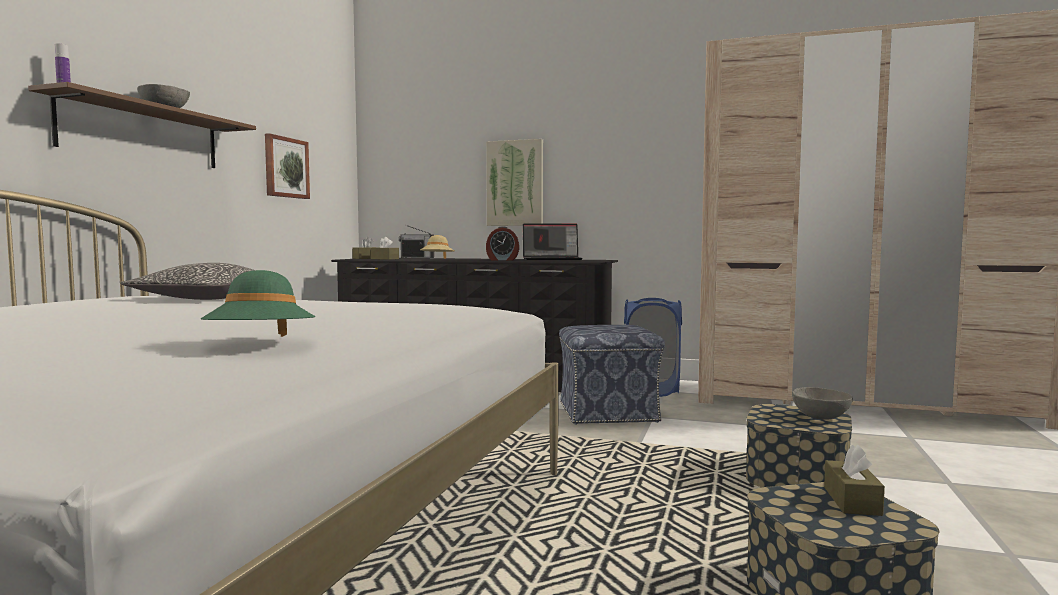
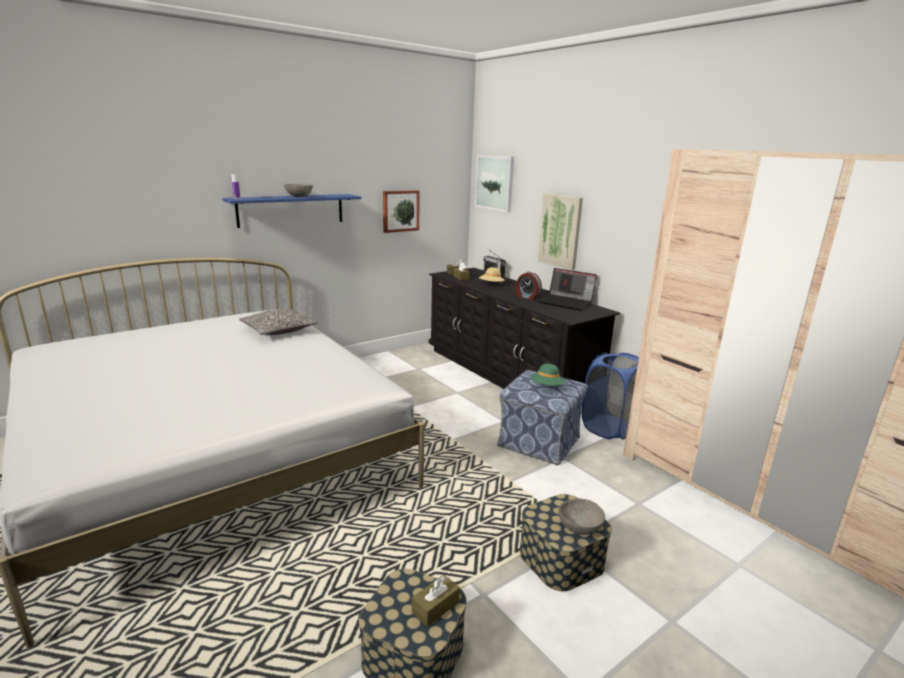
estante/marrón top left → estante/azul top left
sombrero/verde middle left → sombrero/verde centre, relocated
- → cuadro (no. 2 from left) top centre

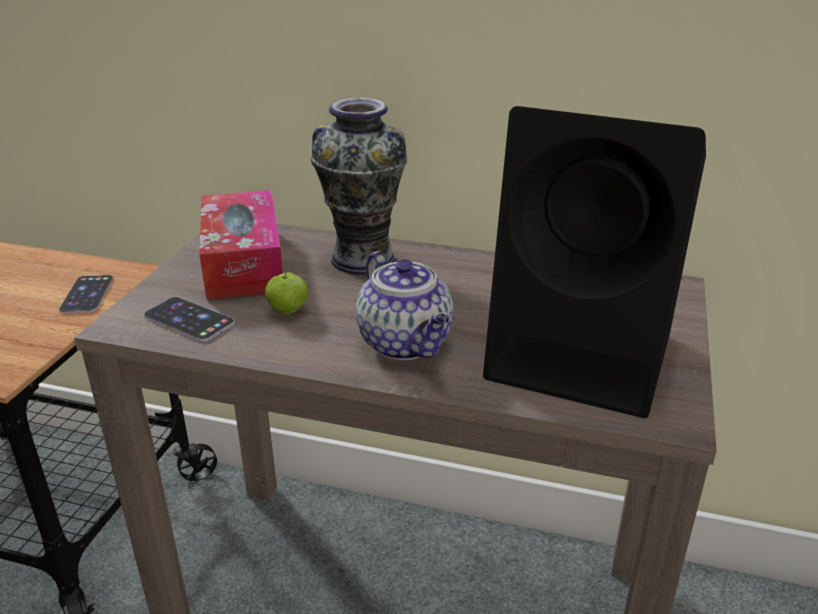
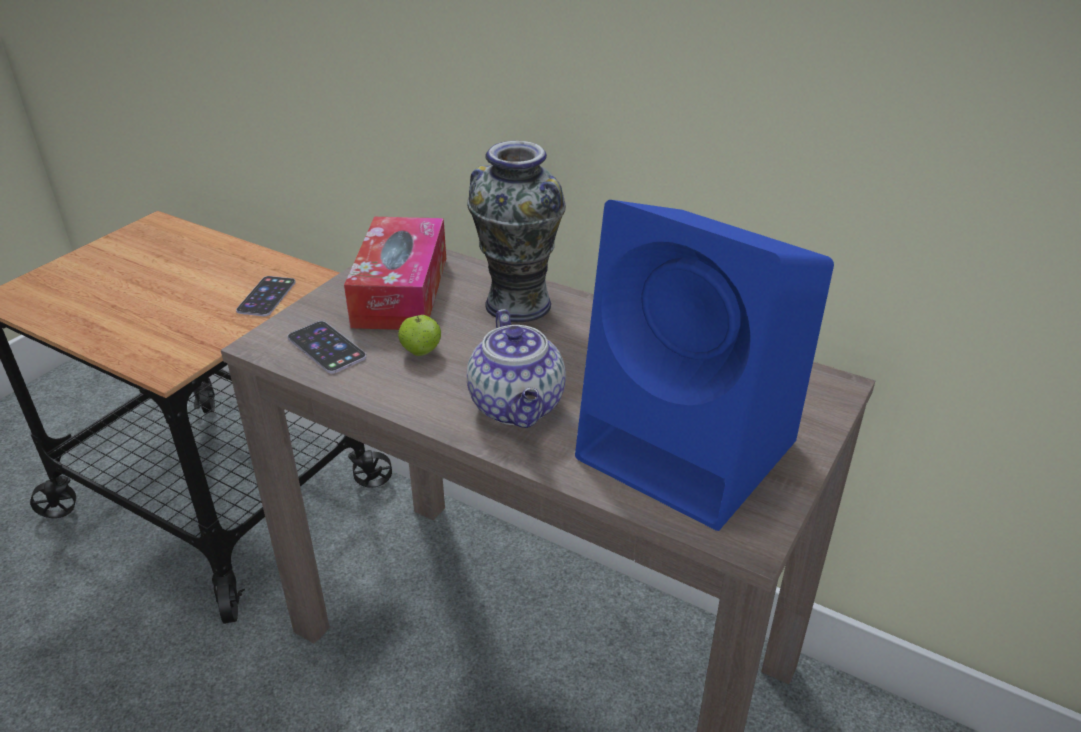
altavoz/negro middle right → altavoz/azul centre

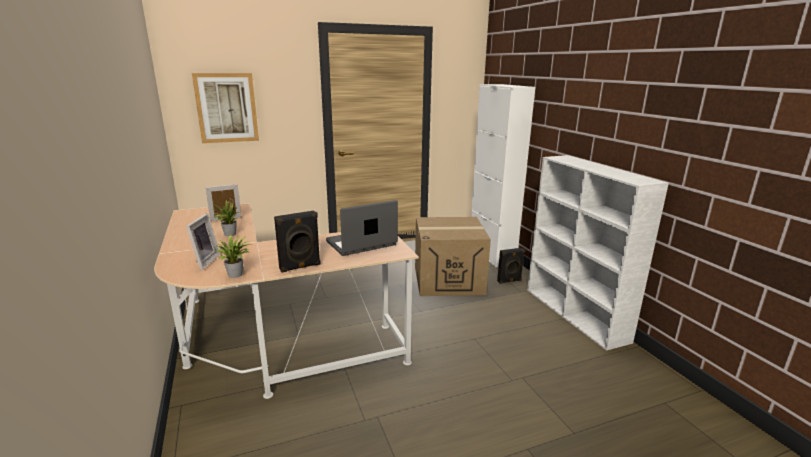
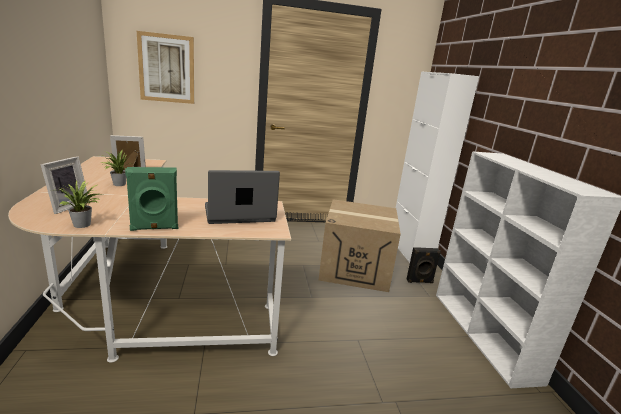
altavoz/negro (no. 1 from left) centre → altavoz/verde middle left

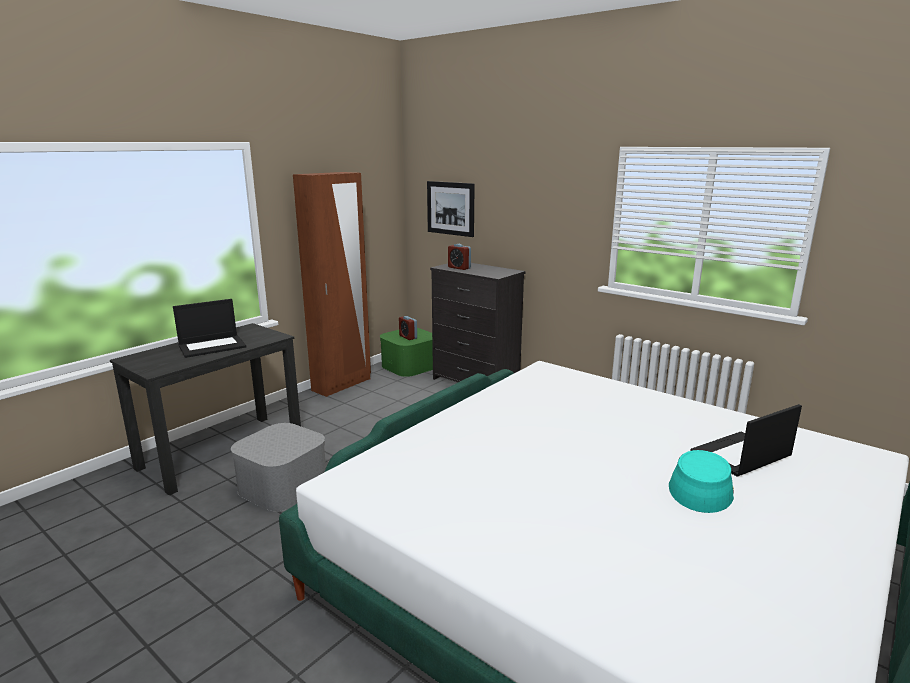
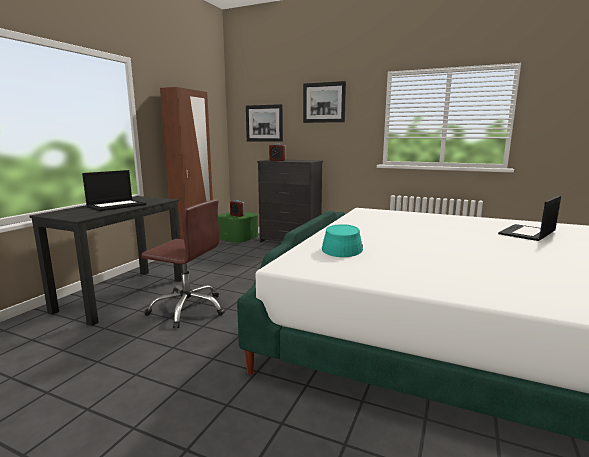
caja de almacenaje/gris bottom left → silla de oficina/marrón middle left
sombrero/turquesa bottom right → sombrero/turquesa centre, relocated
- → cuadro (no. 2 from left) top centre

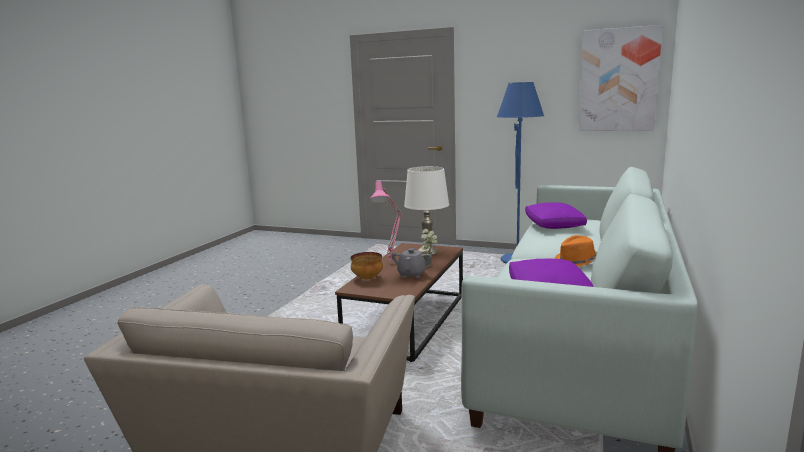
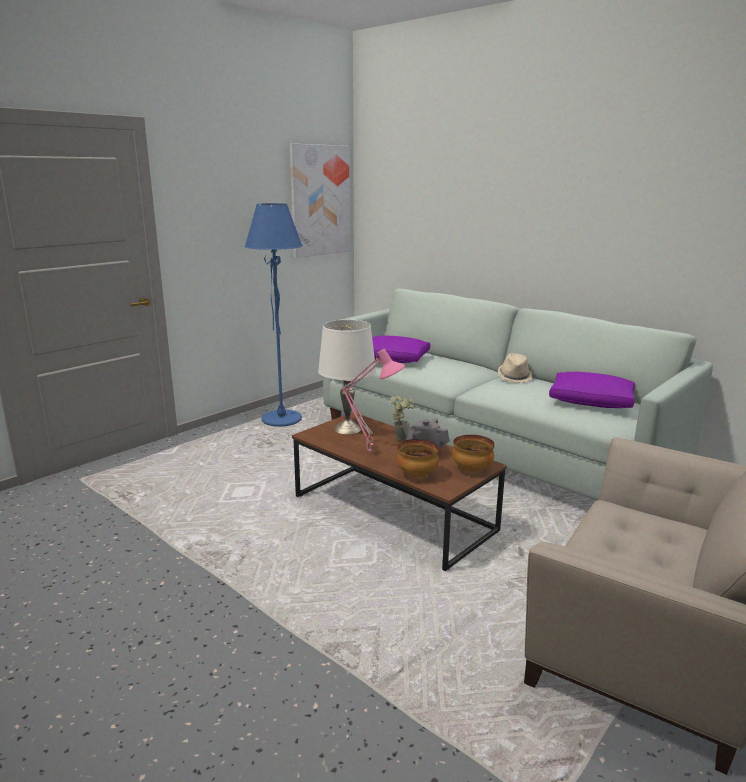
sombrero/naranja middle right → sombrero/beis middle right
- → cuenco (no. 2 from left) centre

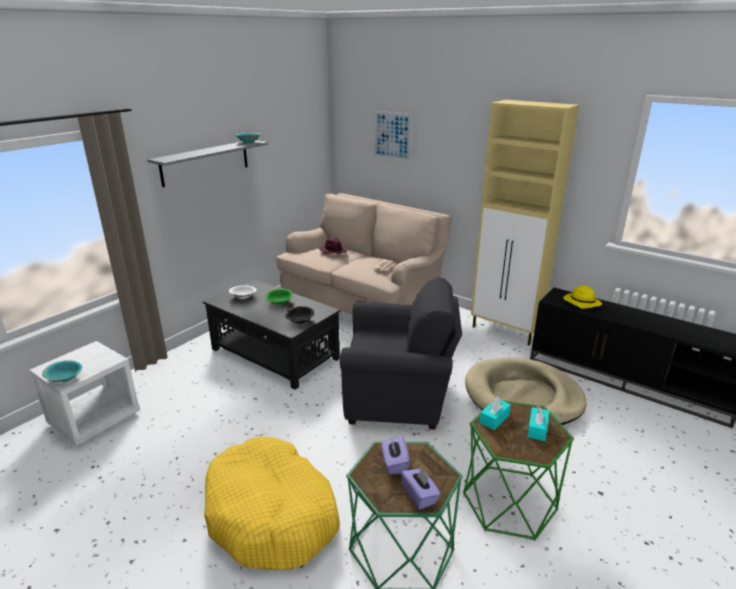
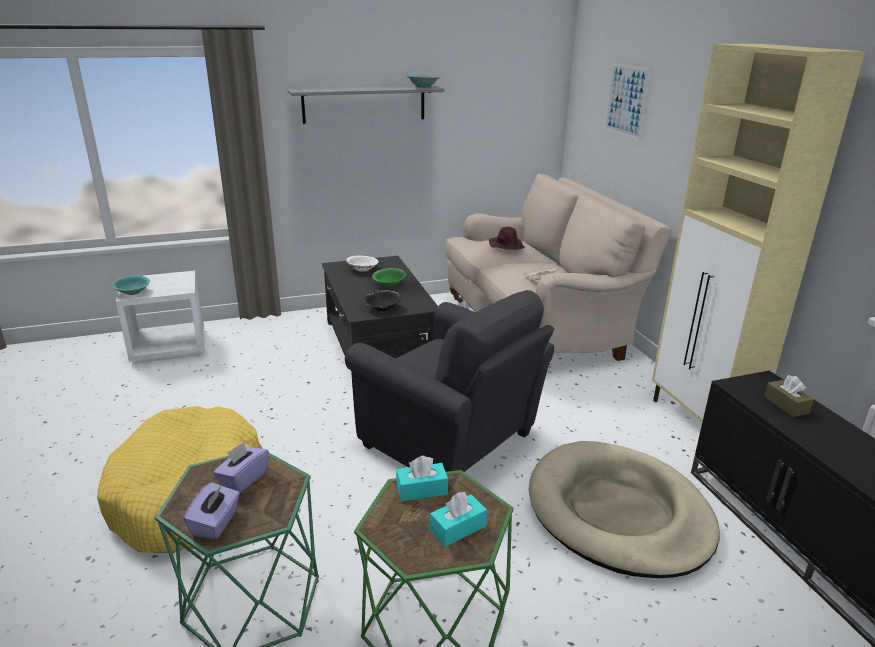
sombrero/amarillo middle right → caja de pañuelos/marrón middle right

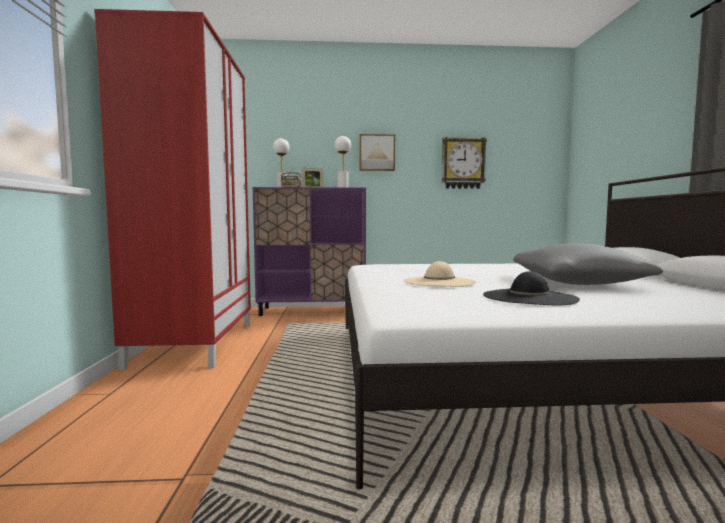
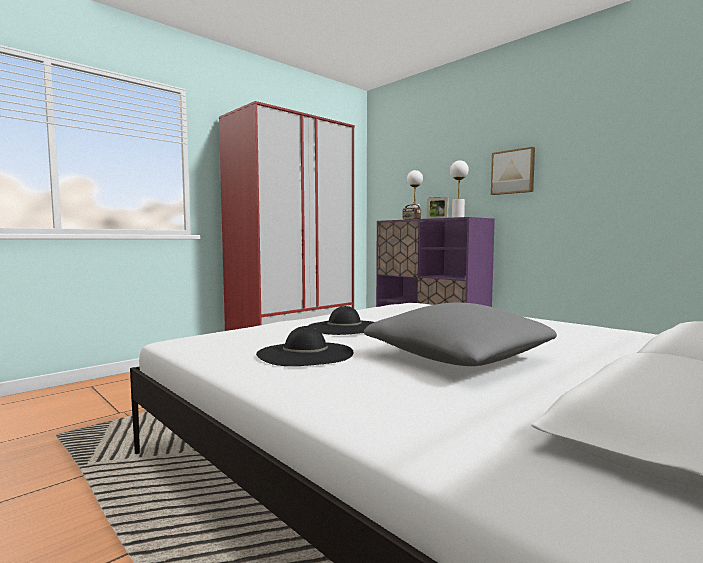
reloj de pared top centre → -
sombrero/beis centre → sombrero/negro (no. 2 from left) centre

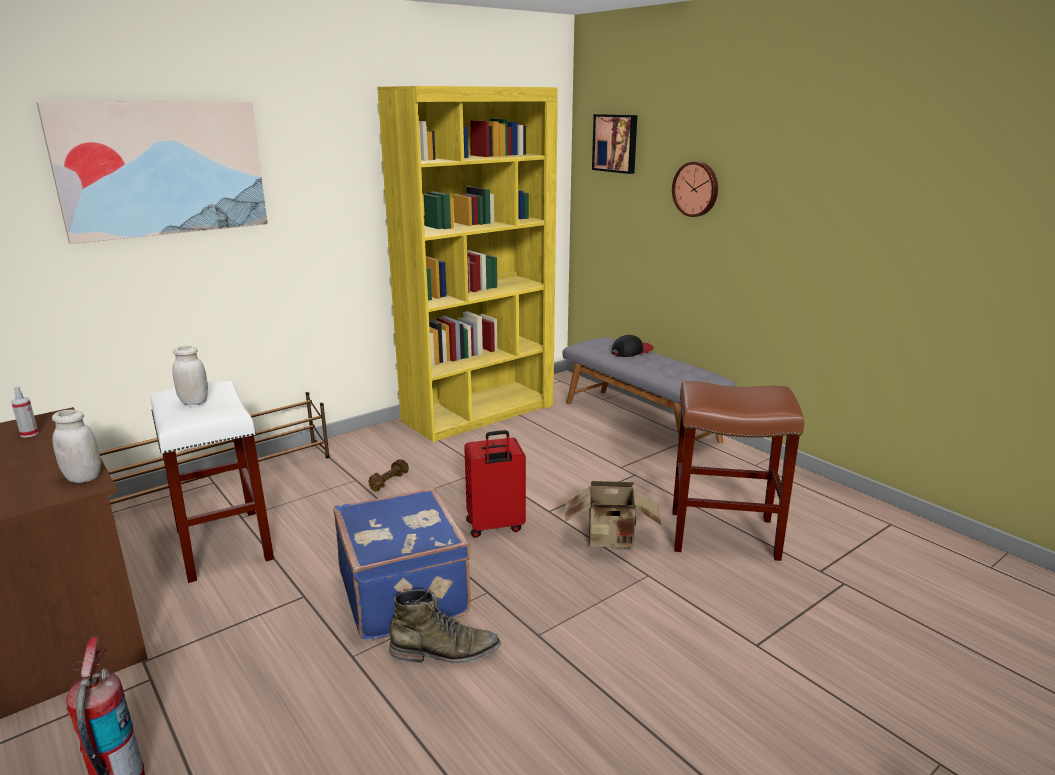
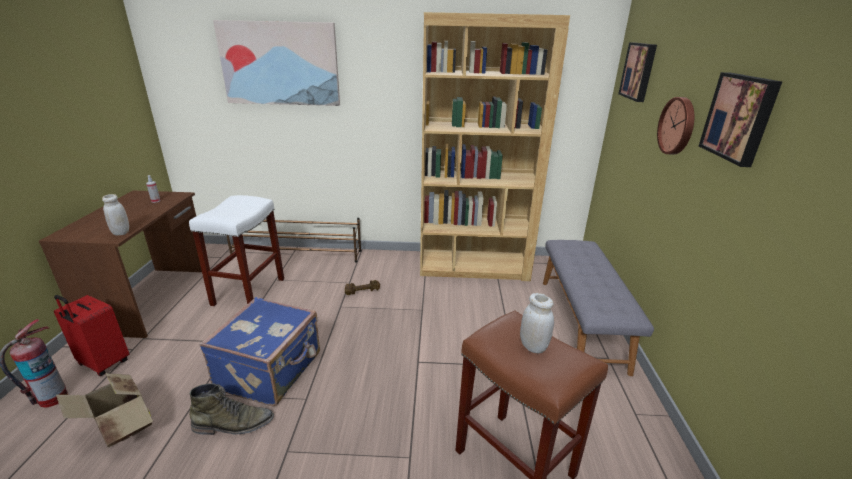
estantería/amarillo centre → estantería/marrón top centre
gorra centre → -
tarro/blanco (no. 2 from left) middle left → tarro/blanco (no. 2 from left) bottom centre, relocated
maleta/rojo centre → maleta/rojo bottom left, relocated
caja de cartón centre → caja de cartón bottom left, relocated
bota/verde bottom centre → bota/verde bottom left, 45 degrees counterclockwise
- → cuadro (no. 3 from left) top right

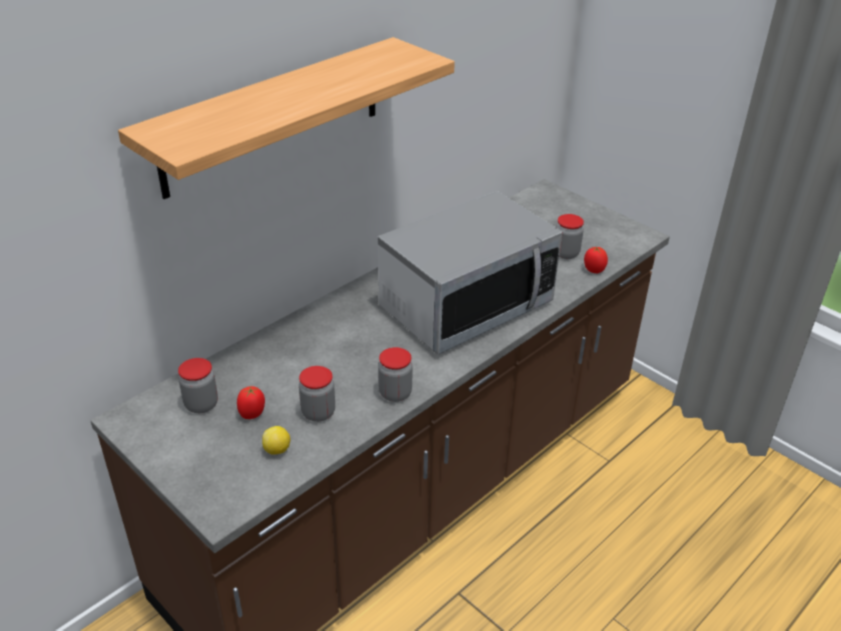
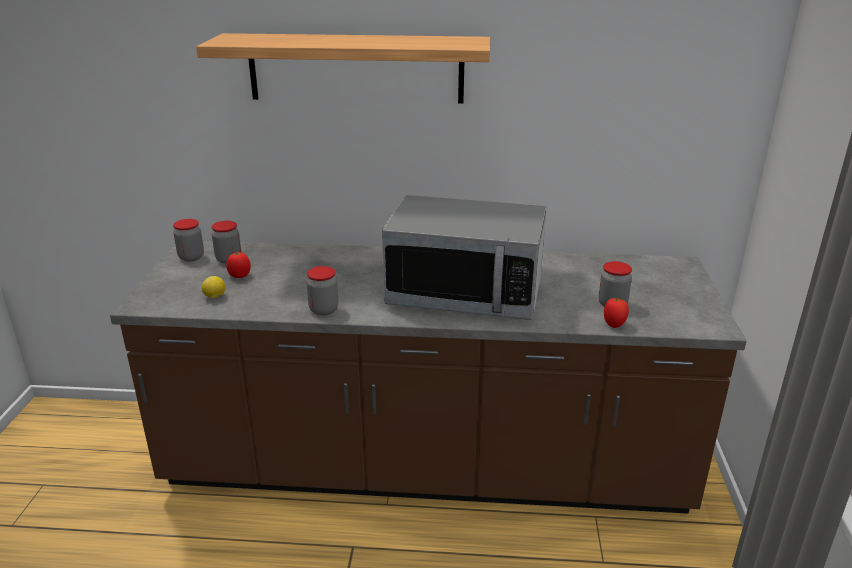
tarro (no. 2 from left in the first image) centre → tarro (no. 1 from left) middle left, relocated

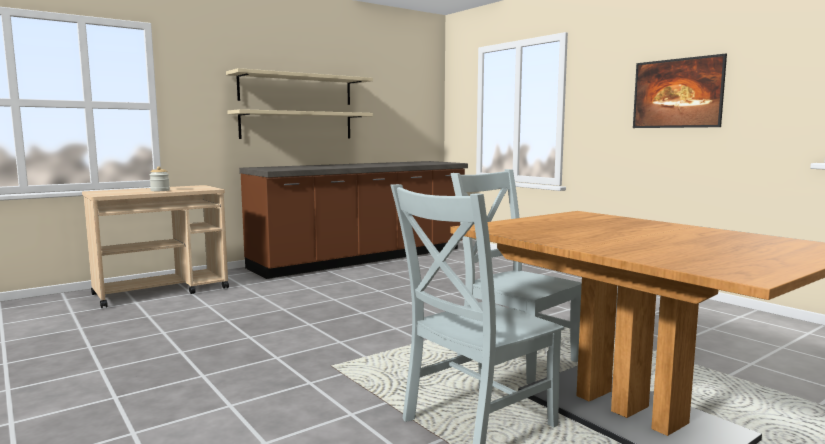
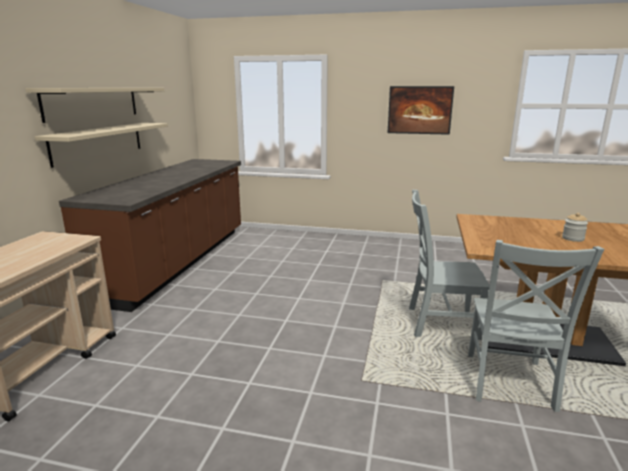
tarro middle left → tarro middle right, relocated

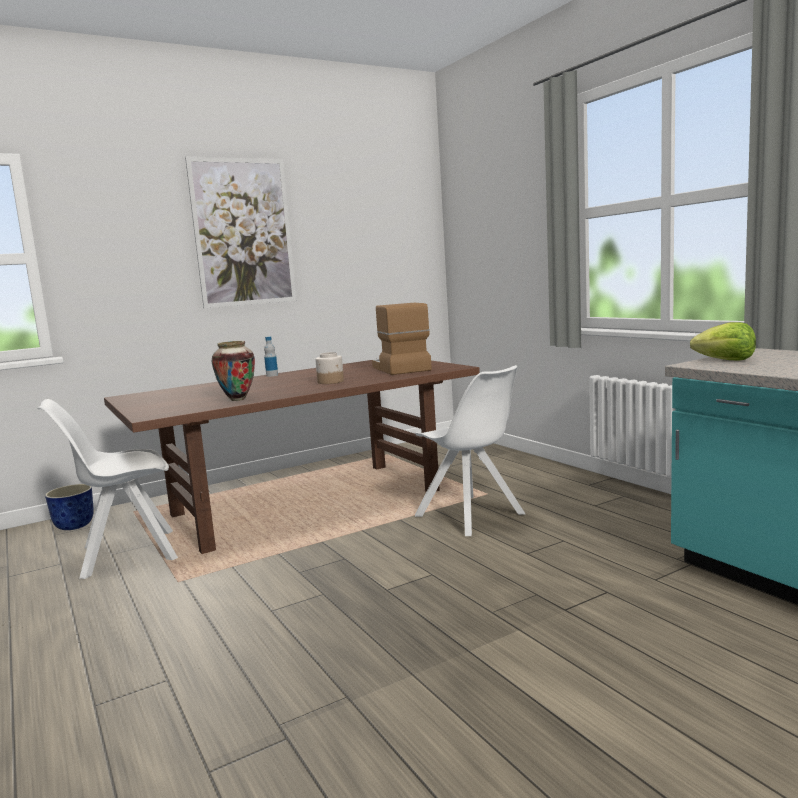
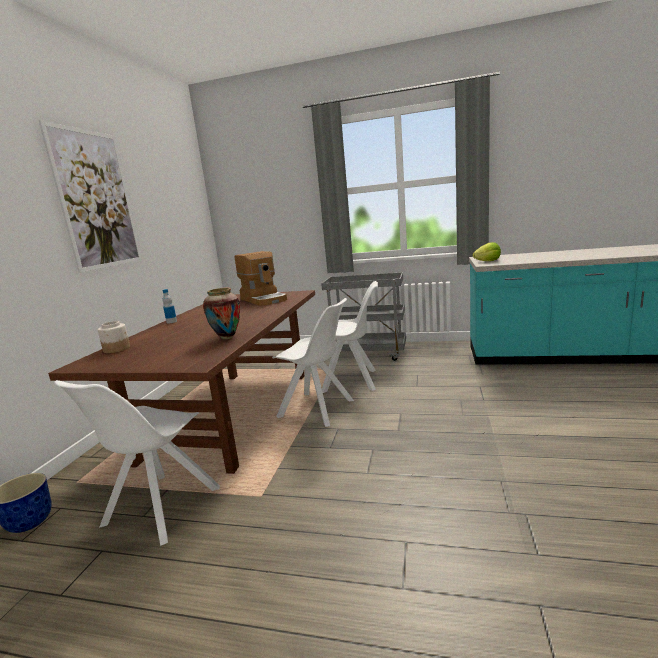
cafetera centre, 150 degrees counterclockwise
tarro centre → tarro middle left, relocated
- → carrito/gris centre
- → silla/blanco (no. 2 from left) centre

